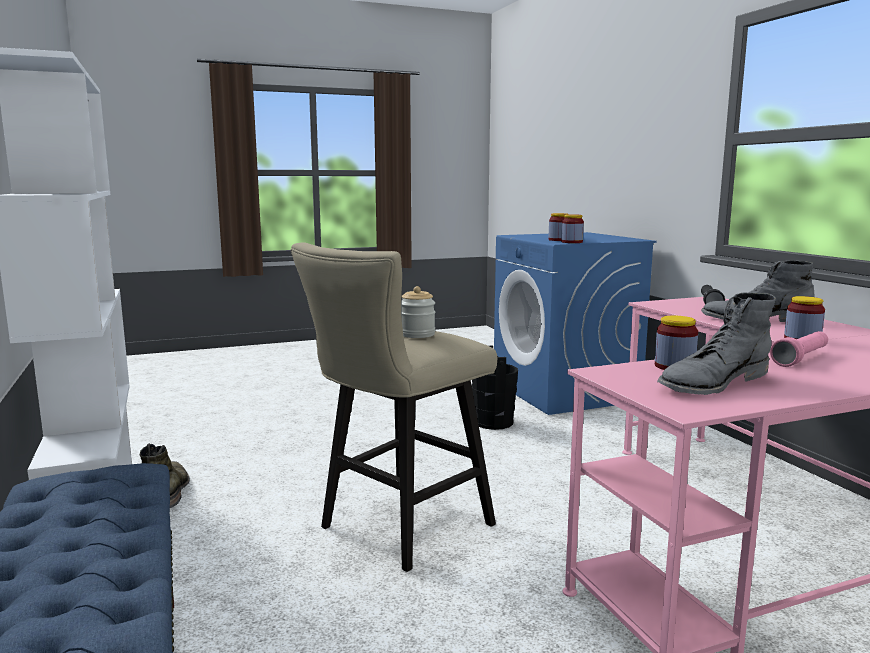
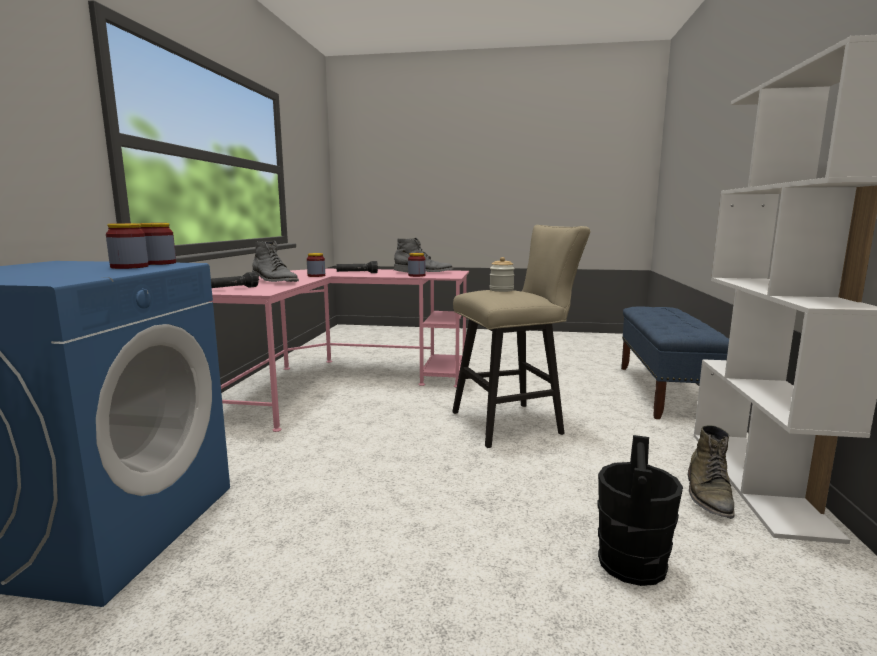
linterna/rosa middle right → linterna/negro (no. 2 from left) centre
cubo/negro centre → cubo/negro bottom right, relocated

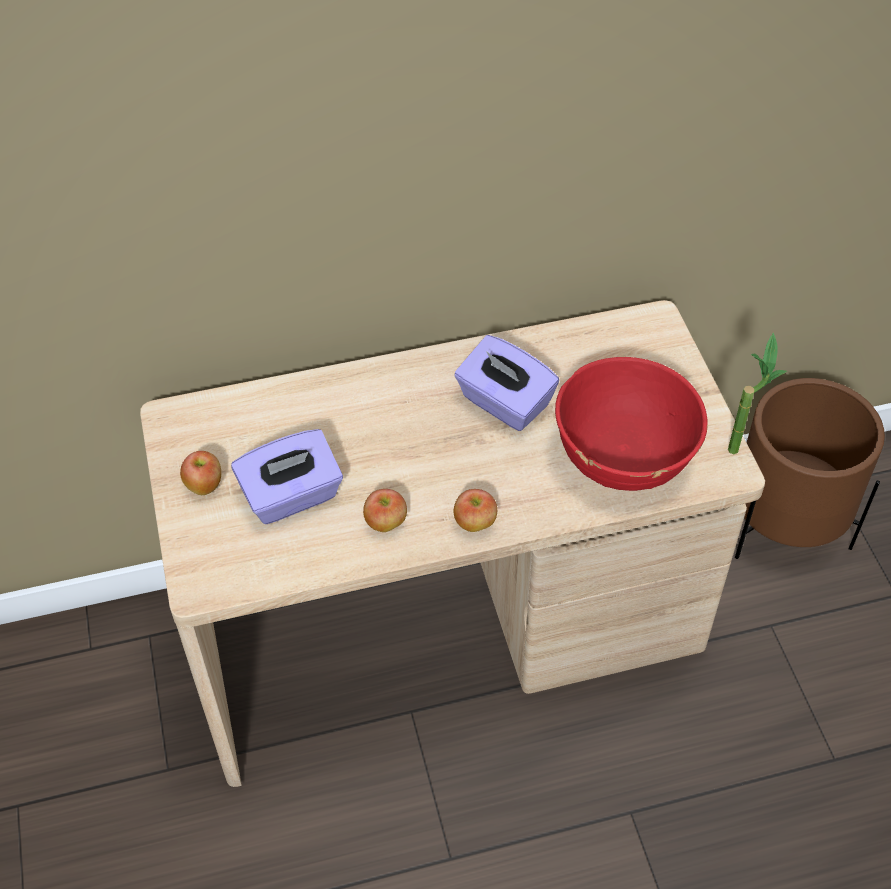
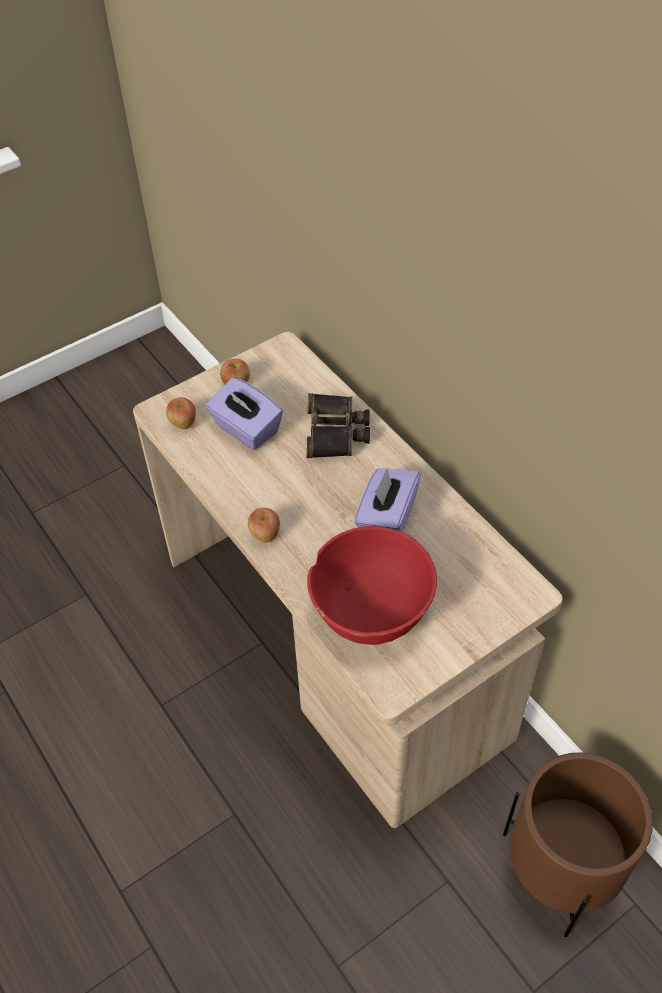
planta en maceta middle right → -
manzana (no. 2 from left in the first image) centre → manzana (no. 1 from left) middle left, relocated
- → prismáticos centre

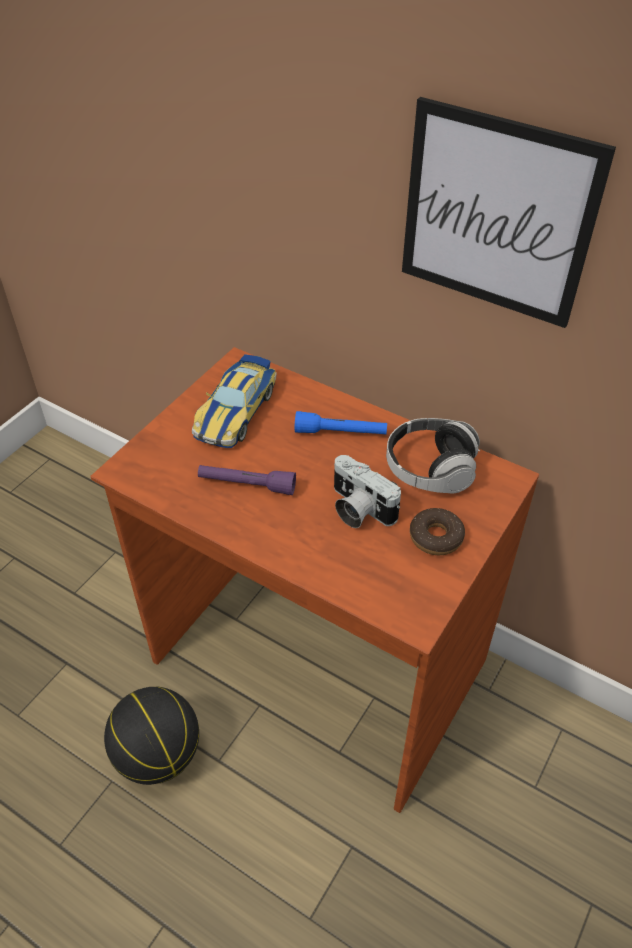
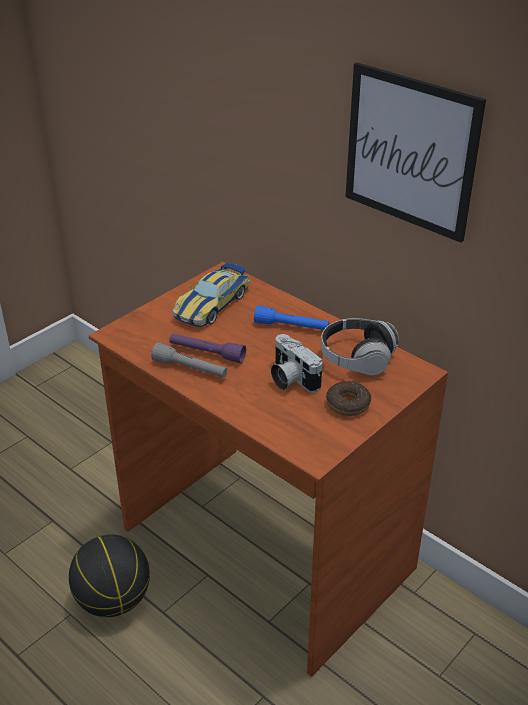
- → linterna/gris centre

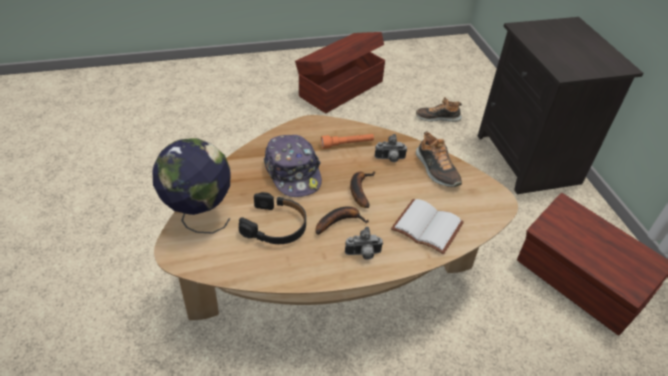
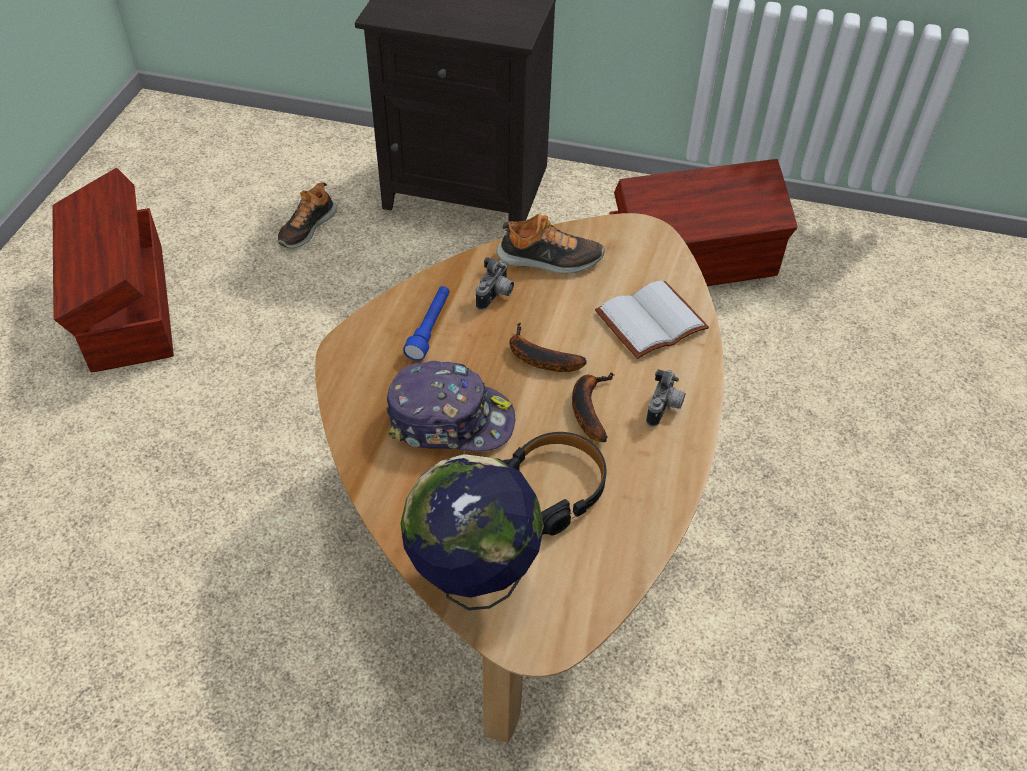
linterna/naranja centre → linterna/azul centre

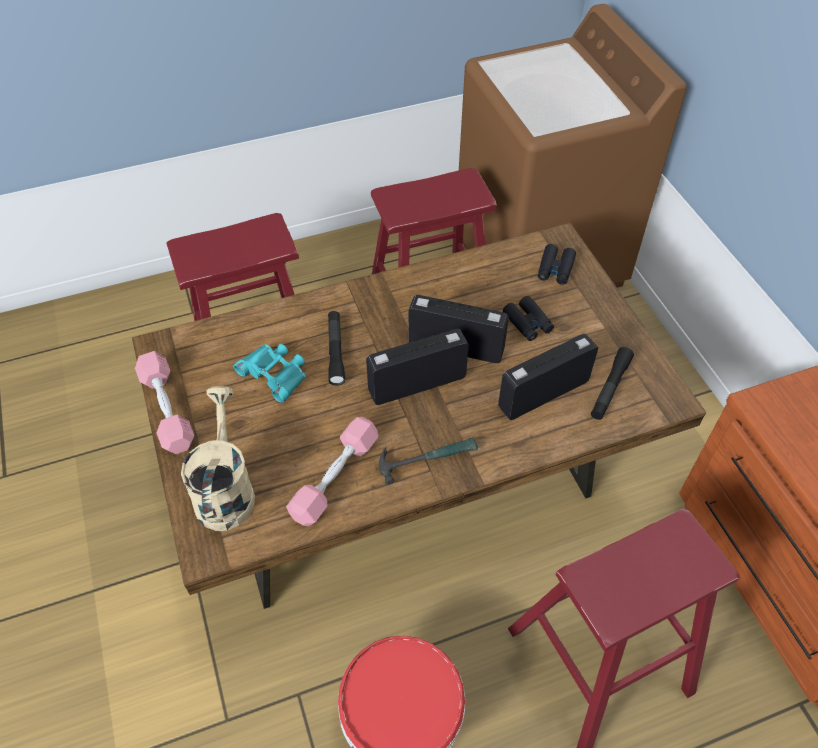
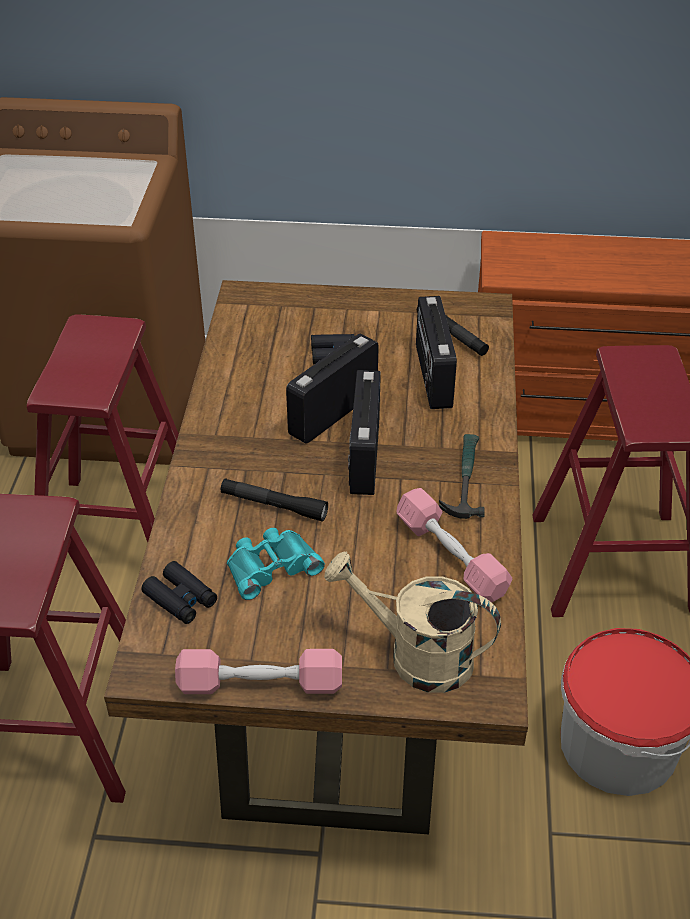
prismáticos/negro (no. 2 from left in the first image) middle right → prismáticos/negro (no. 1 from left) middle left, relocated

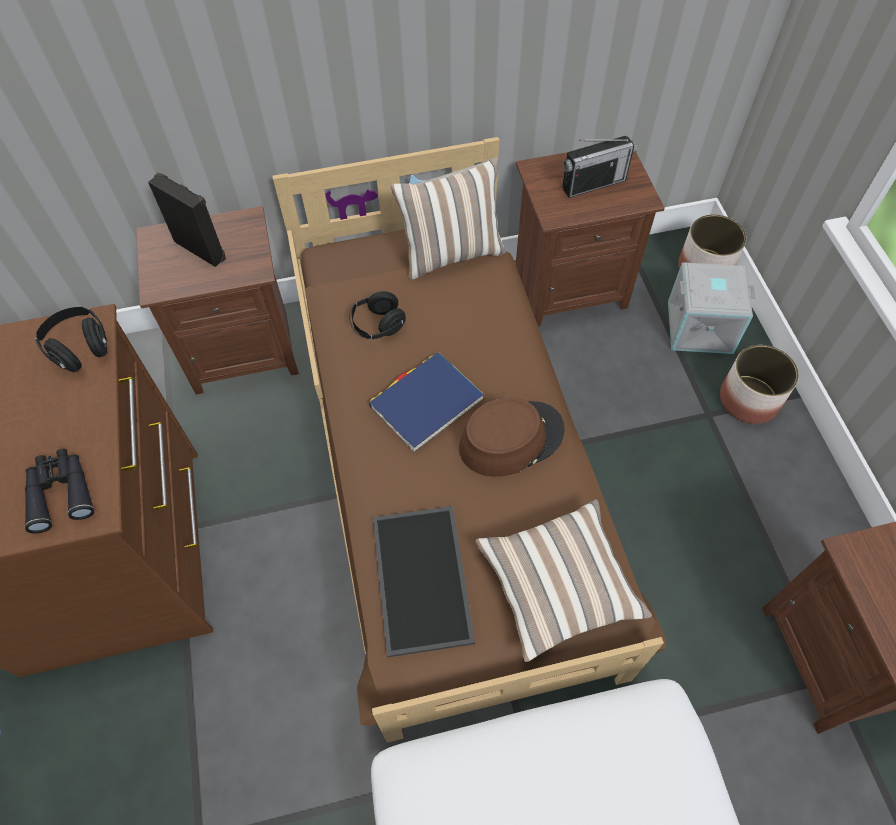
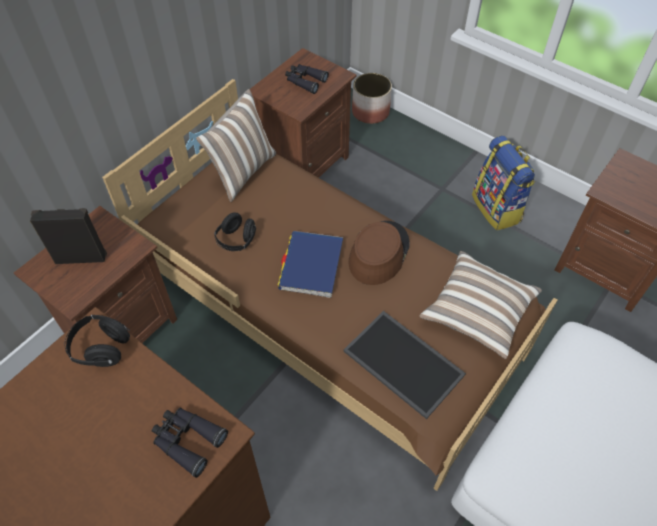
radio top right → prismáticos/negro (no. 2 from left) top centre
caja de almacenaje/gris middle right → -
maceta (no. 2 from left) middle right → -
- → mochila middle right

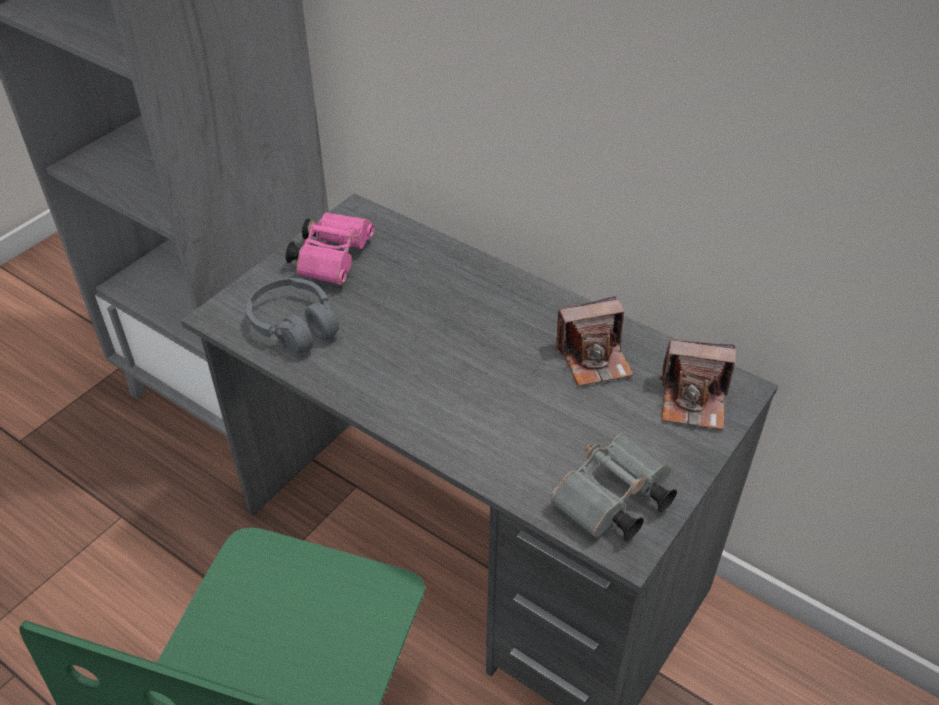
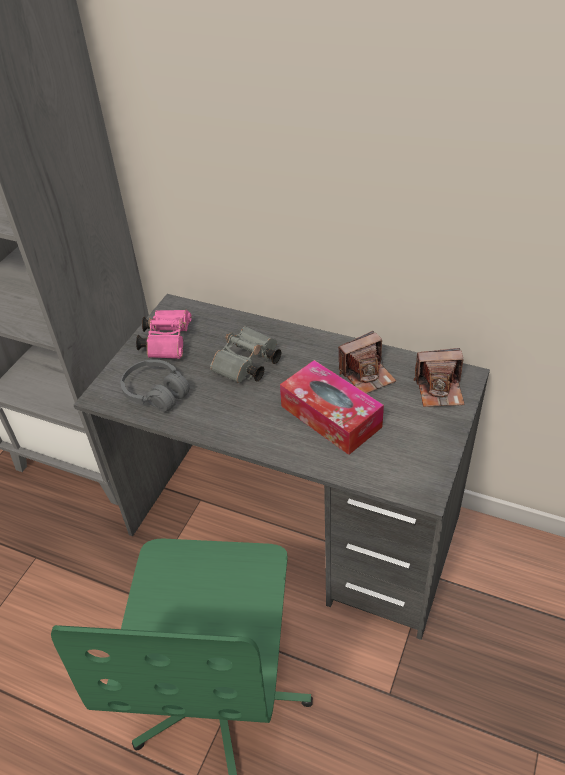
prismáticos/gris bottom centre → prismáticos/gris centre, relocated
- → caja de pañuelos centre

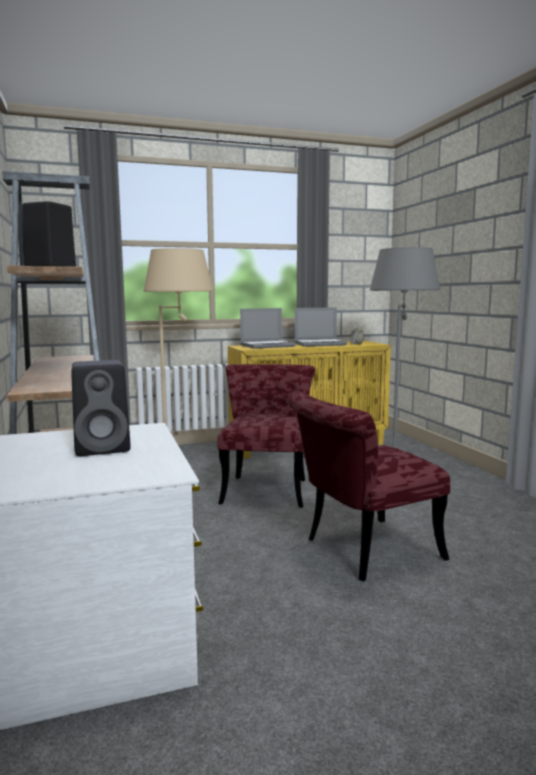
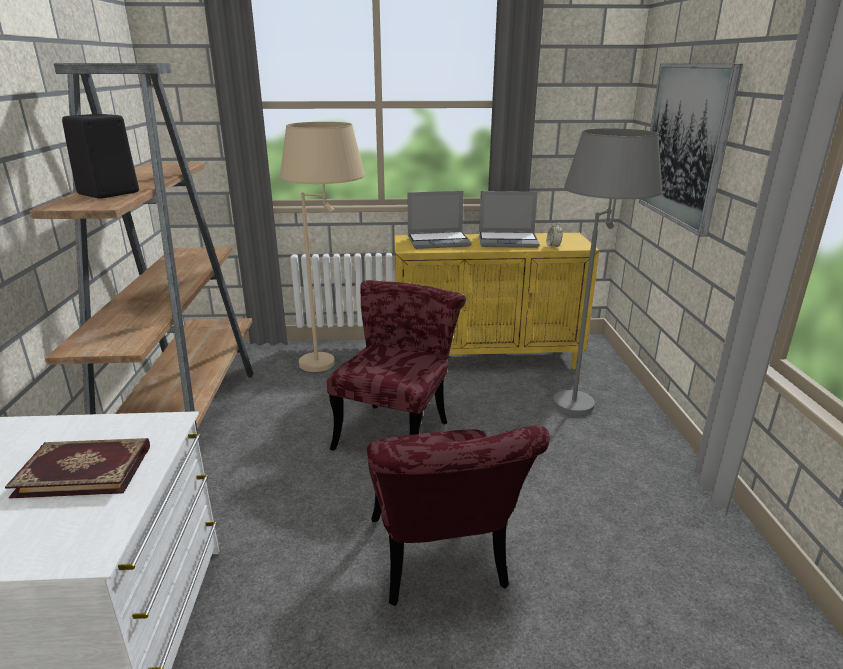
altavoz/negro (no. 2 from left) middle left → libro bottom left
silla/rojo (no. 2 from left) middle right → silla/rojo (no. 2 from left) bottom centre, 90 degrees counterclockwise
- → cuadro top right

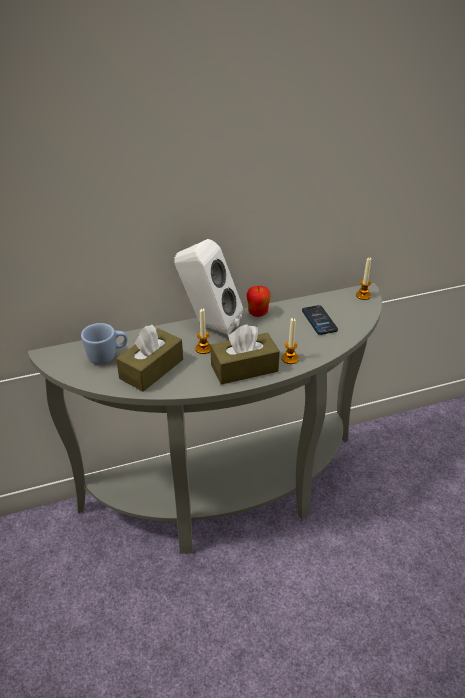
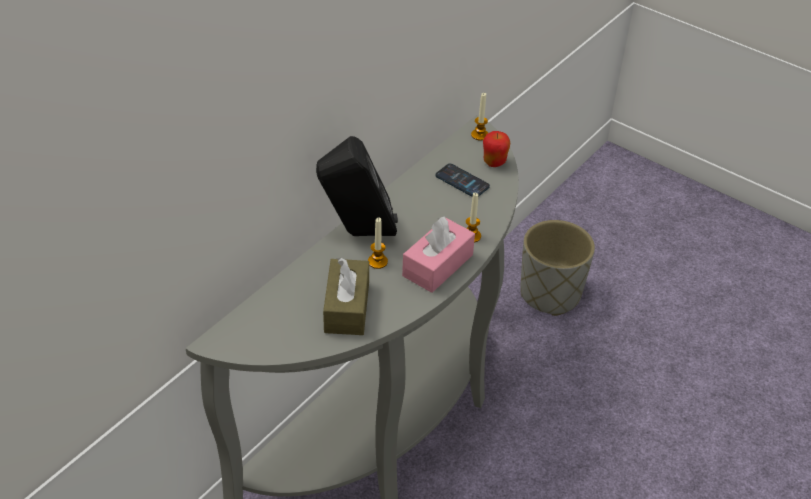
altavoz/blanco centre → altavoz/negro centre
manzana centre → manzana top centre, relocated
taza grande/azul middle left → -
caja de pañuelos/marrón (no. 2 from left) centre → caja de pañuelos/rosa centre
- → maceta/gris middle right

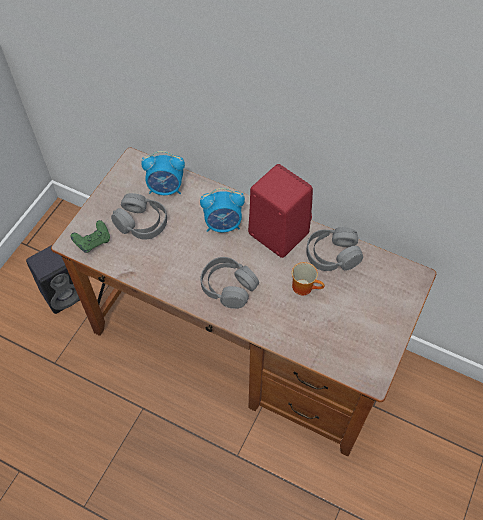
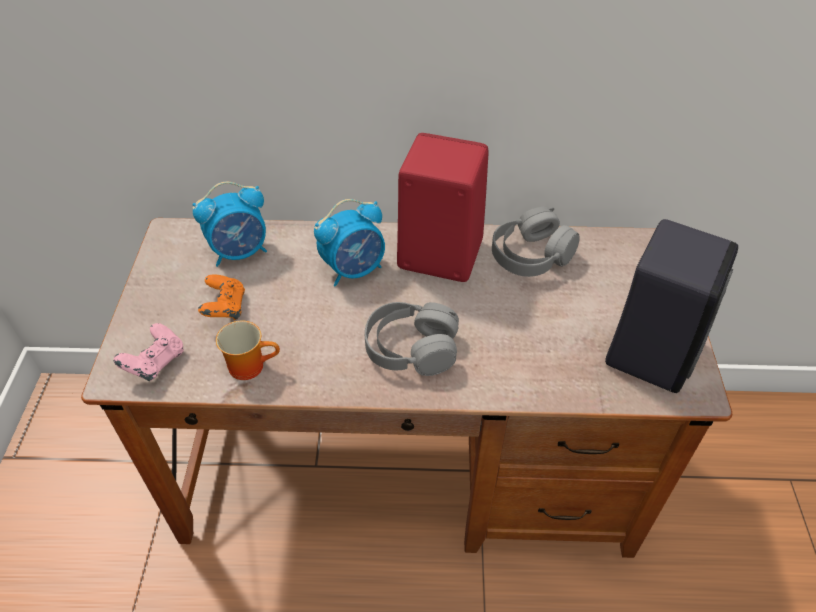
auriculares/gris (no. 1 from left) middle left → mando de consola/naranja middle left
mando de consola/verde middle left → mando de consola/rosa middle left
altavoz/negro middle left → altavoz/negro middle right, relocated
taza grande centre → taza grande middle left, relocated

